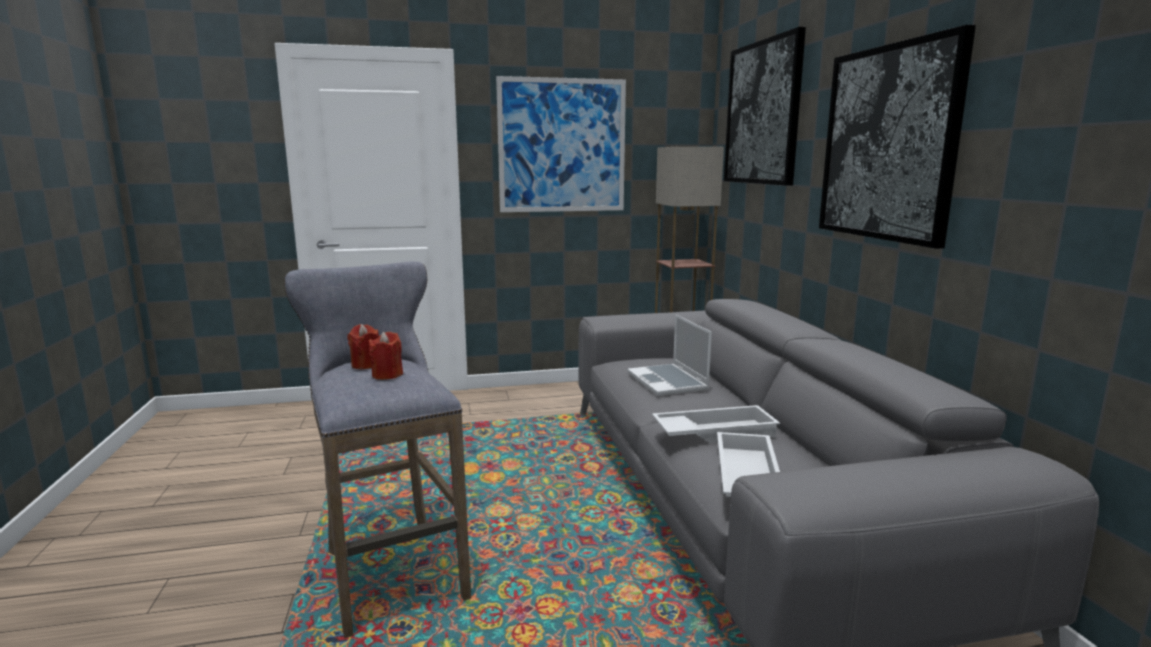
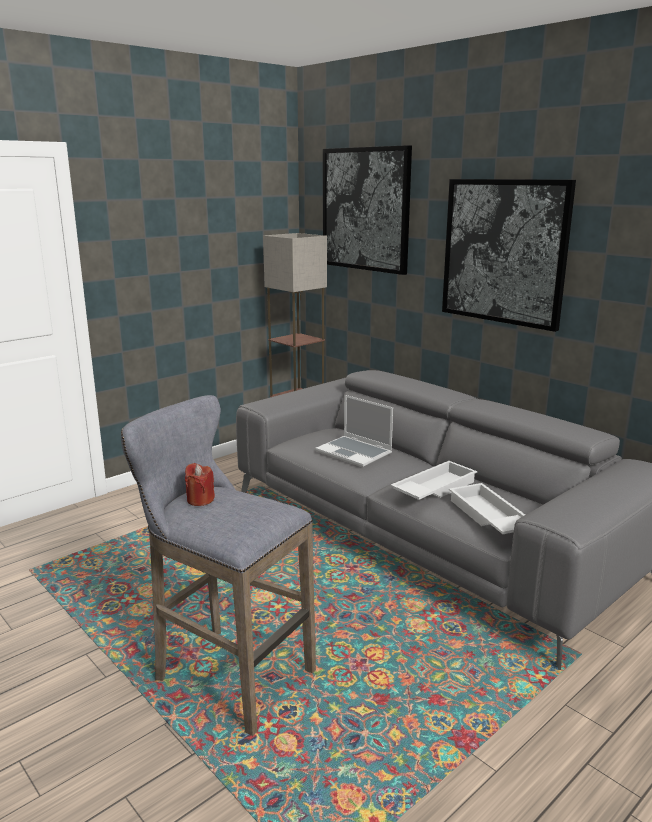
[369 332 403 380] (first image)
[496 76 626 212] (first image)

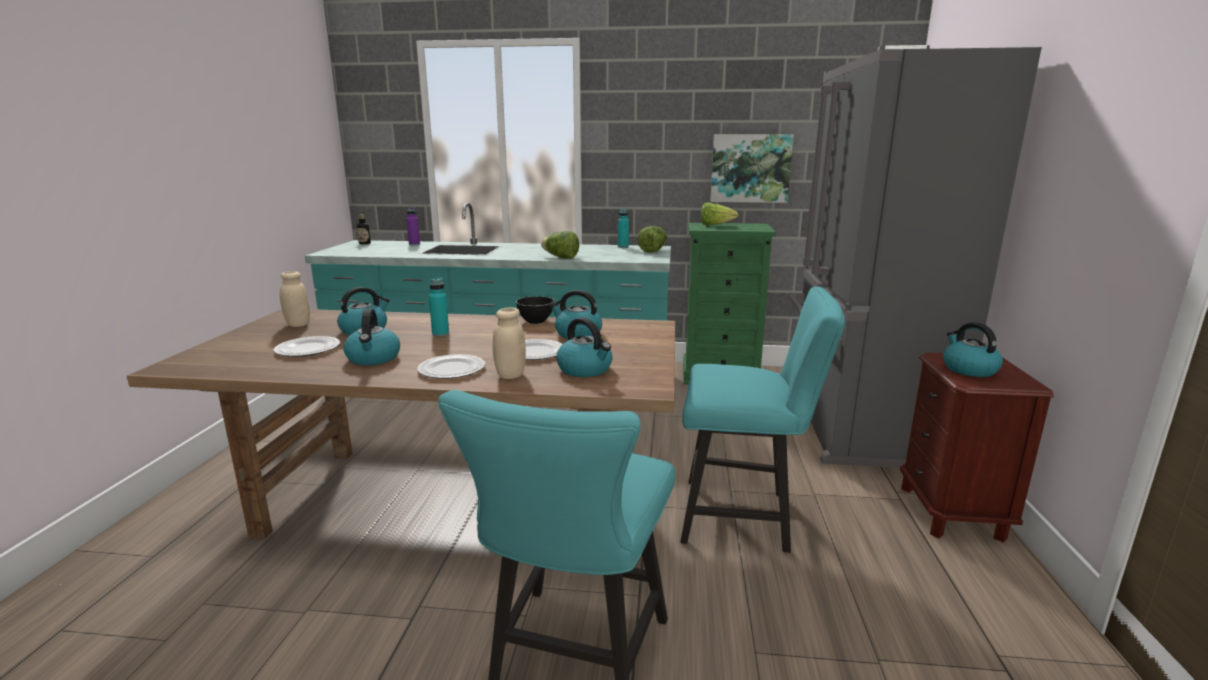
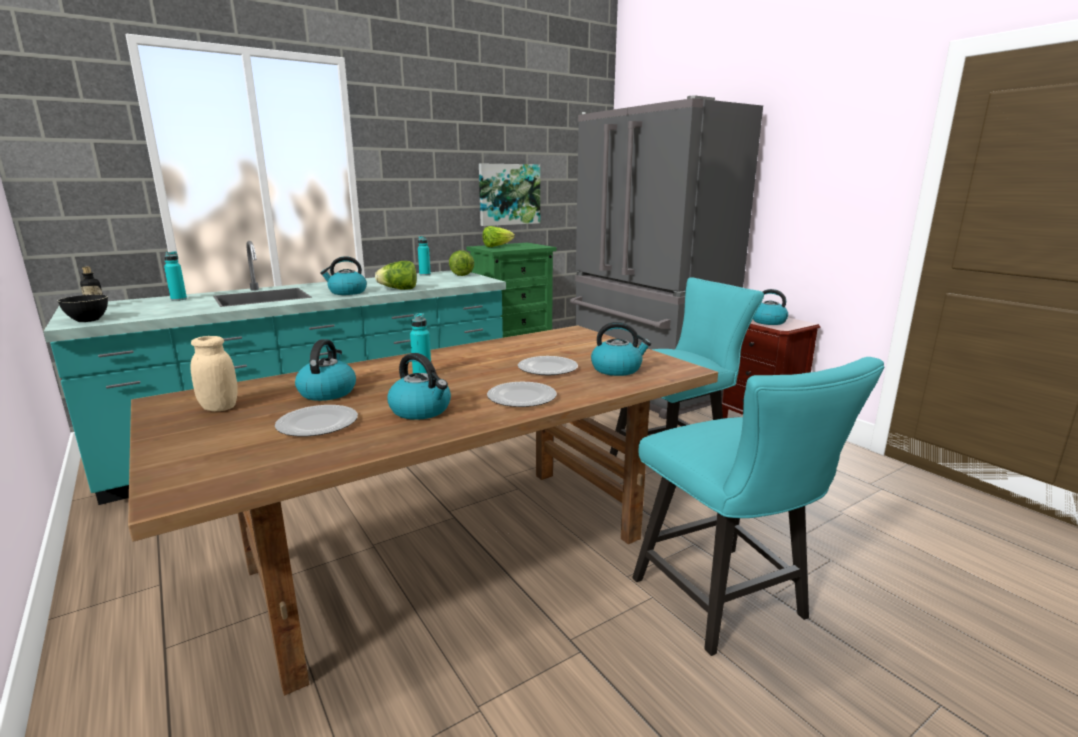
[493 307 526 379] (first image)
[58 295 108 322]
[320 256 367 295]
[164 251 187 301]

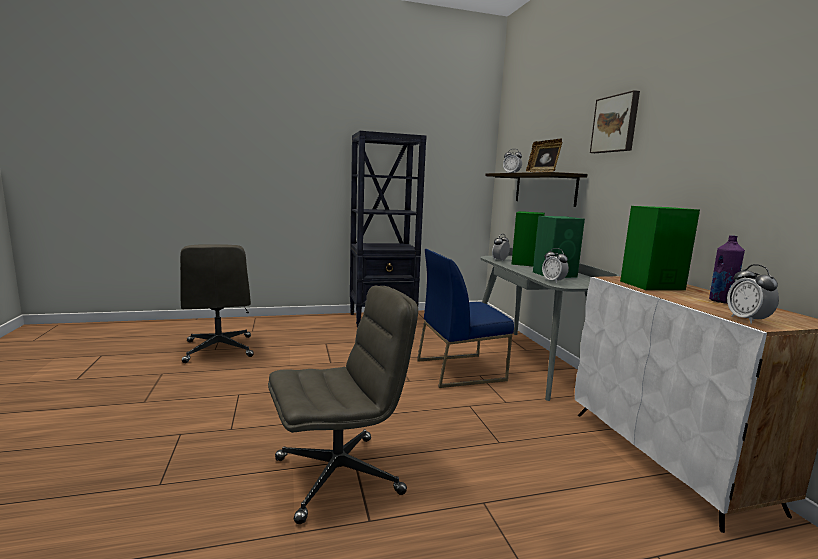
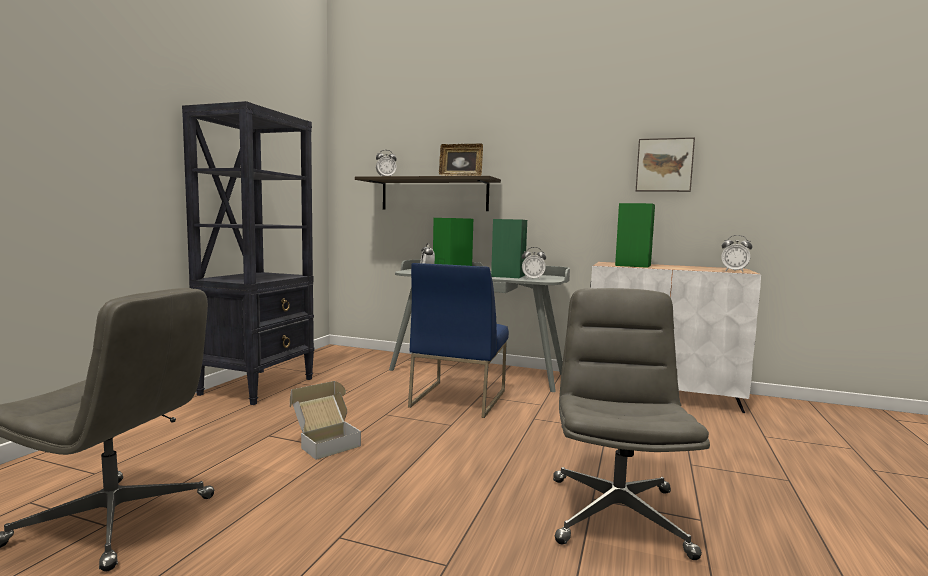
[709 235 745 304] (first image)
[290 381 361 460]
[636 137 695 192]

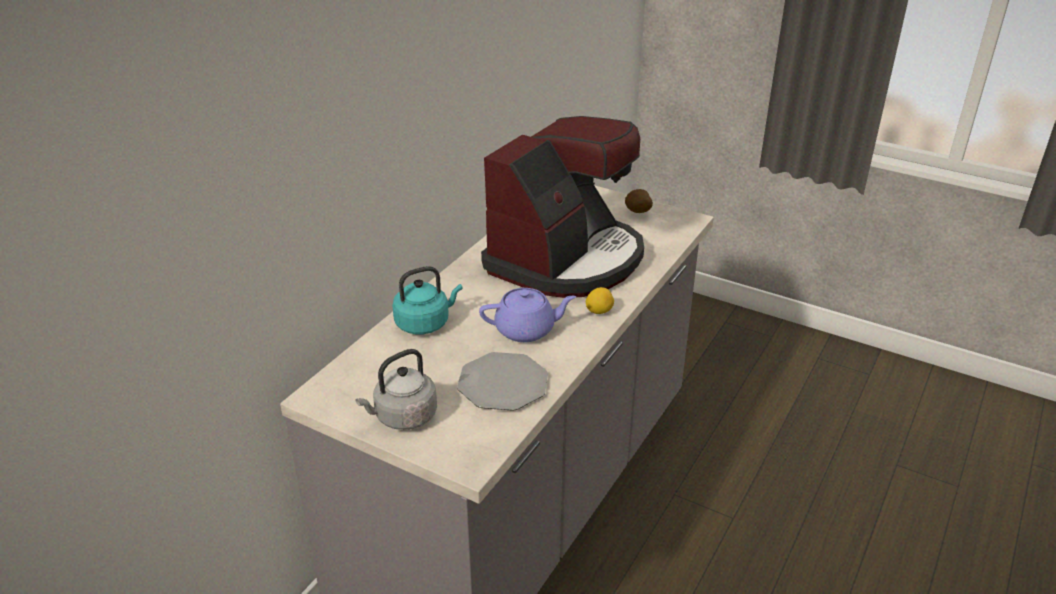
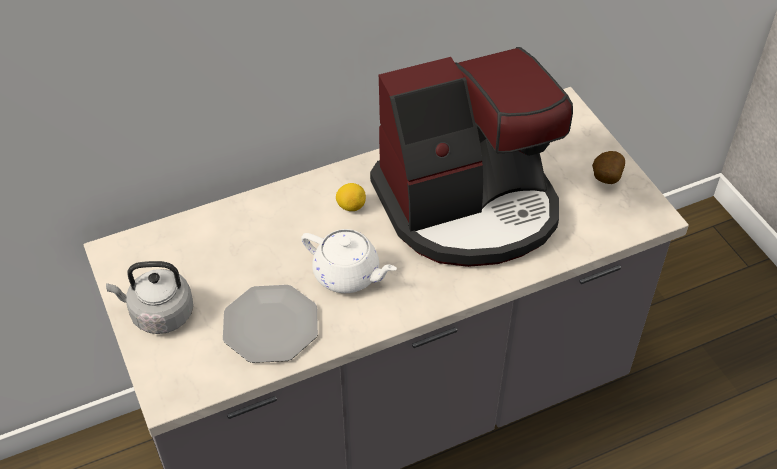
[392 266 462 335] (first image)
[336 183 366 211]
[301 229 397 293]

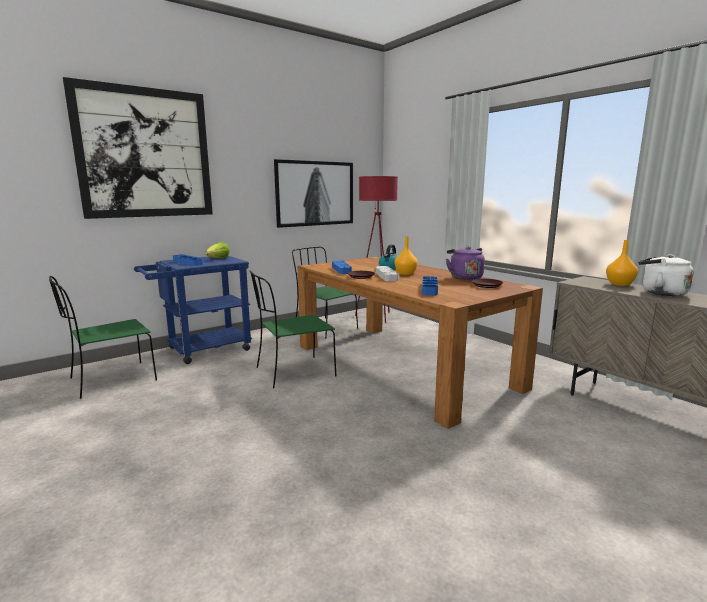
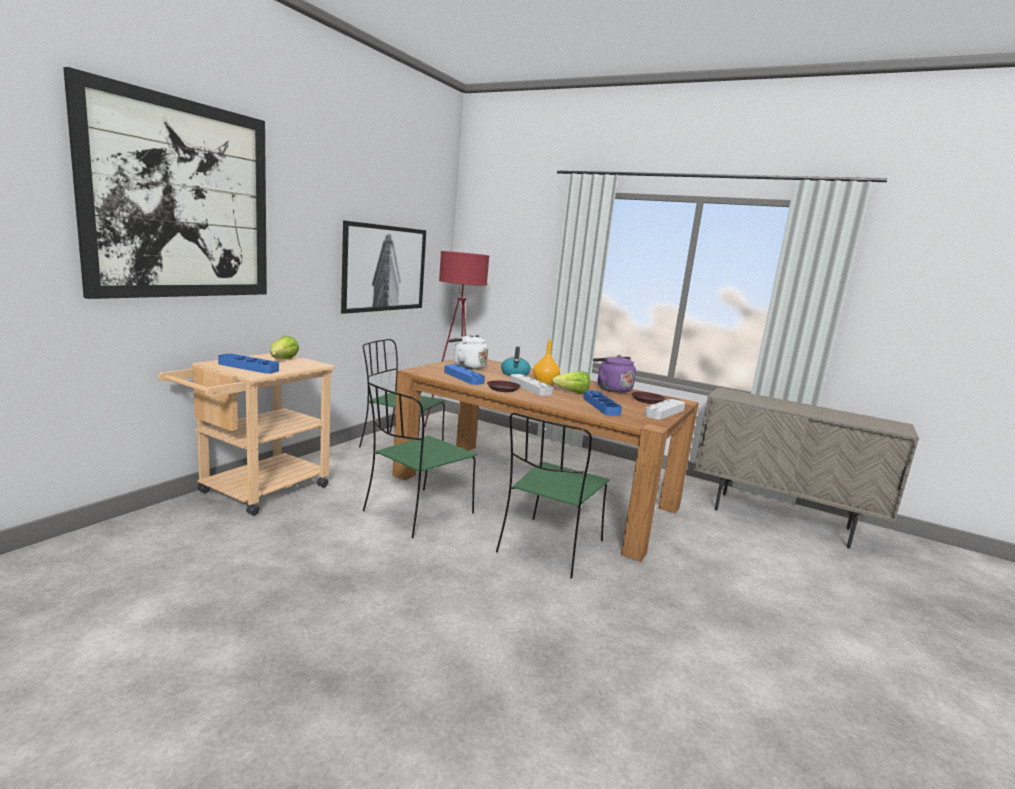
[606 240 638 286] (first image)
[552 371 590 394]
[644 399 685 420]
[496 413 610 578]
[448 334 488 370]
[158 353 336 516]

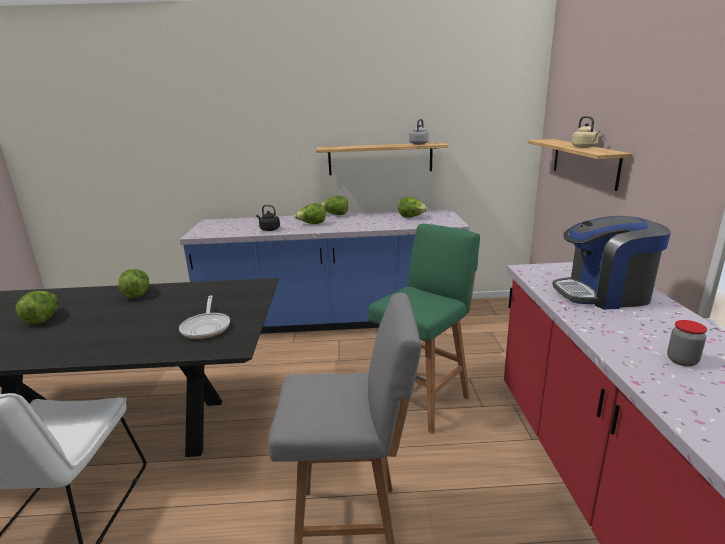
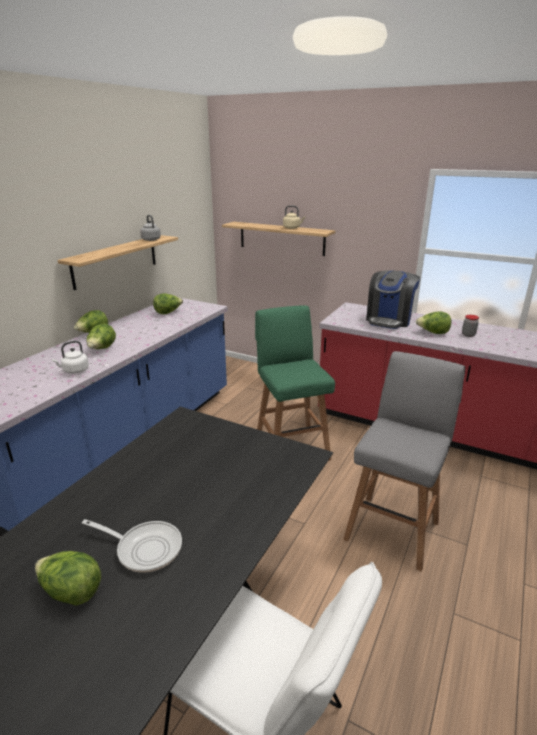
[416 311 451 334]
[82 519 182 573]
[52 341 89 374]

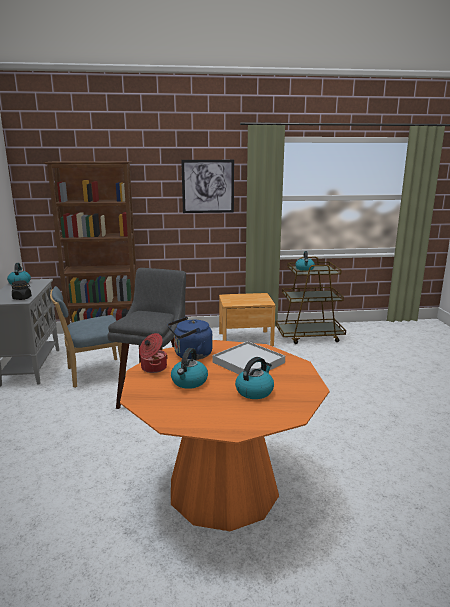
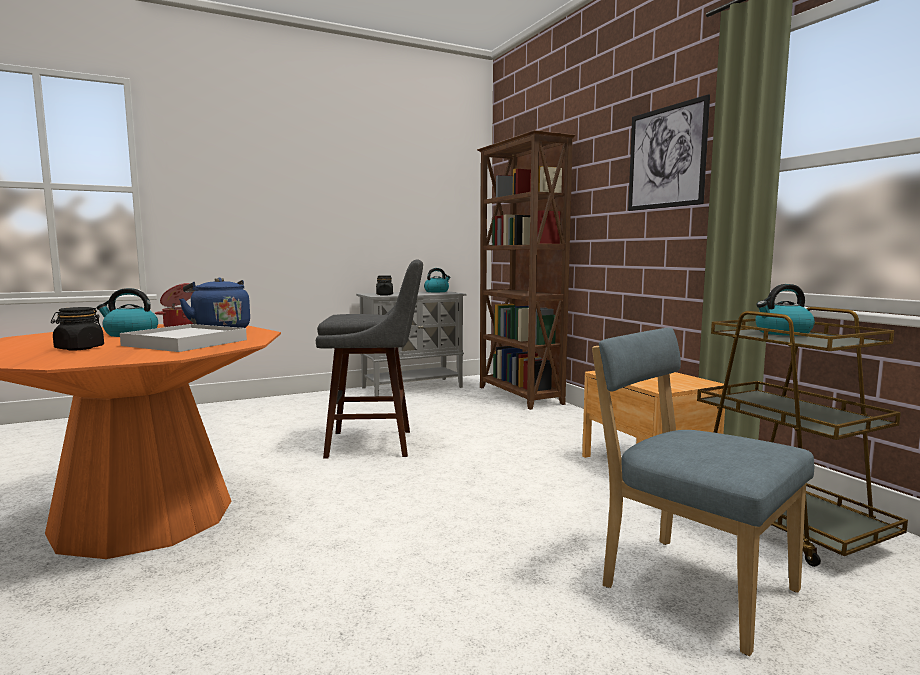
[592 327 814 656]
[51 307 104 351]

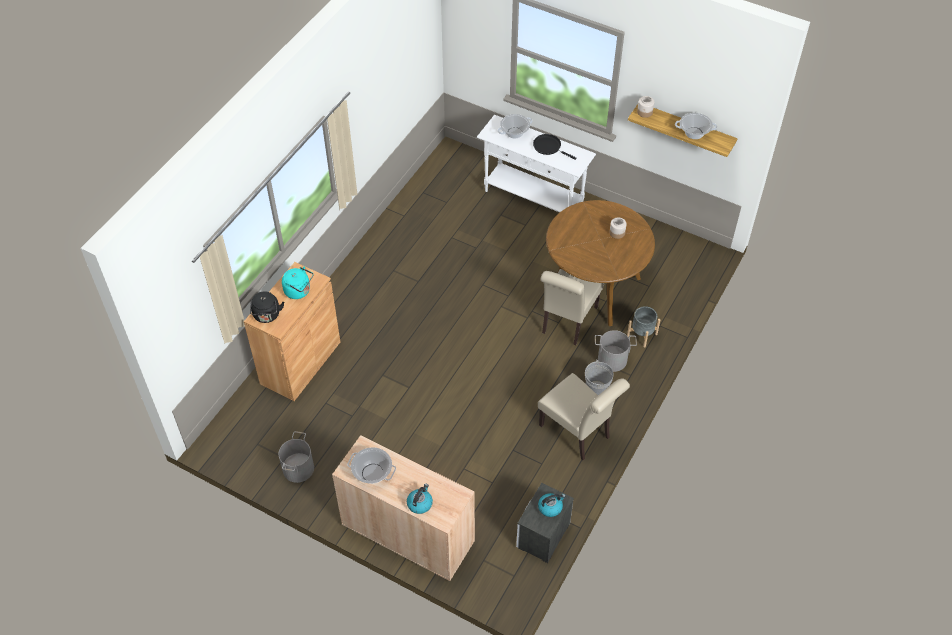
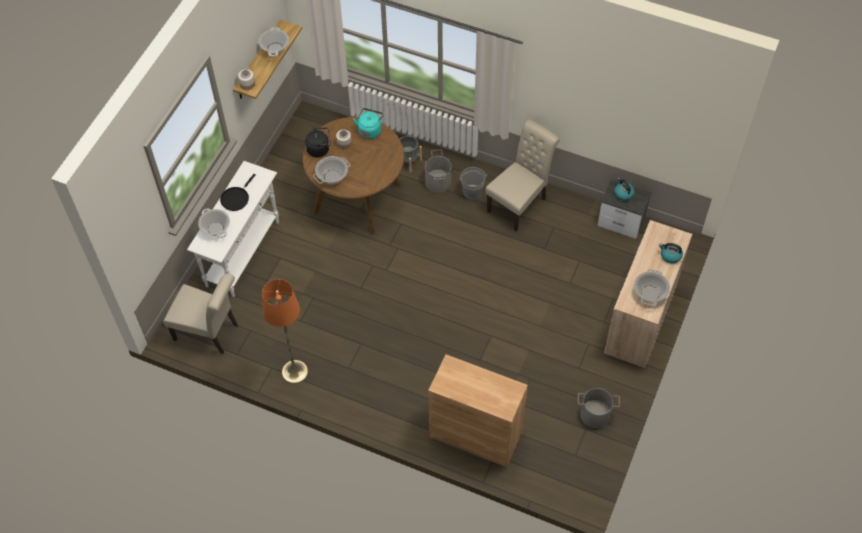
[262 279 308 384]
[313 156 350 184]
[305 127 331 157]
[353 108 383 139]
[163 273 238 354]

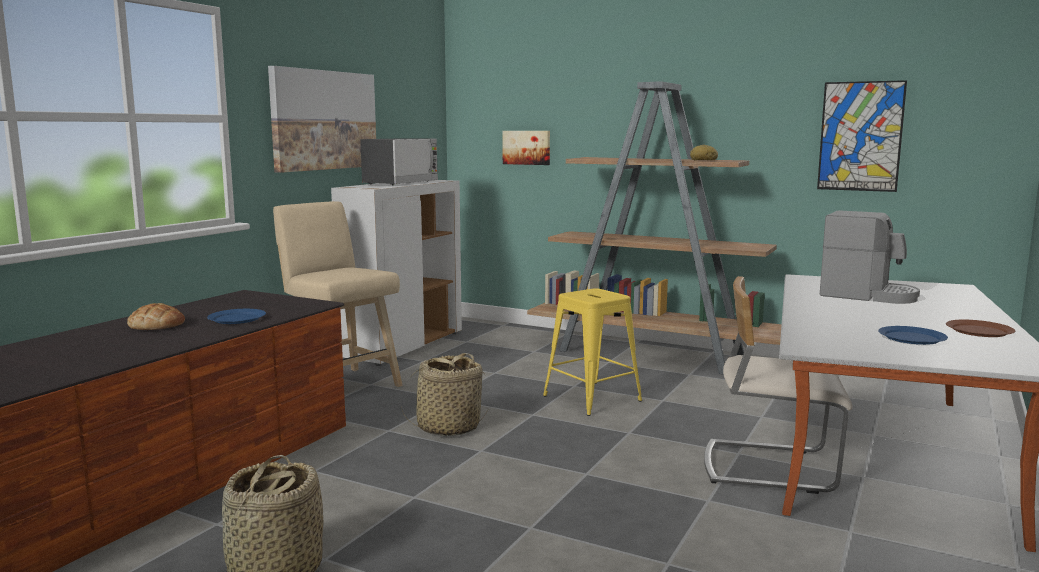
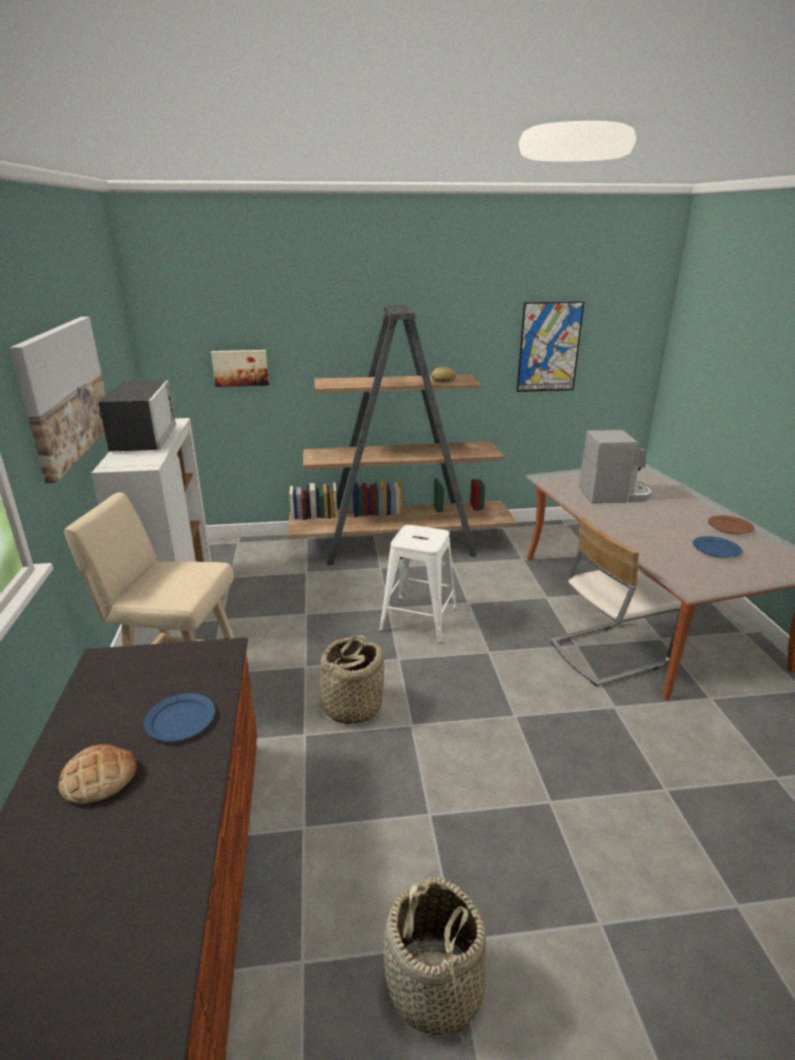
[379 525 457 643]

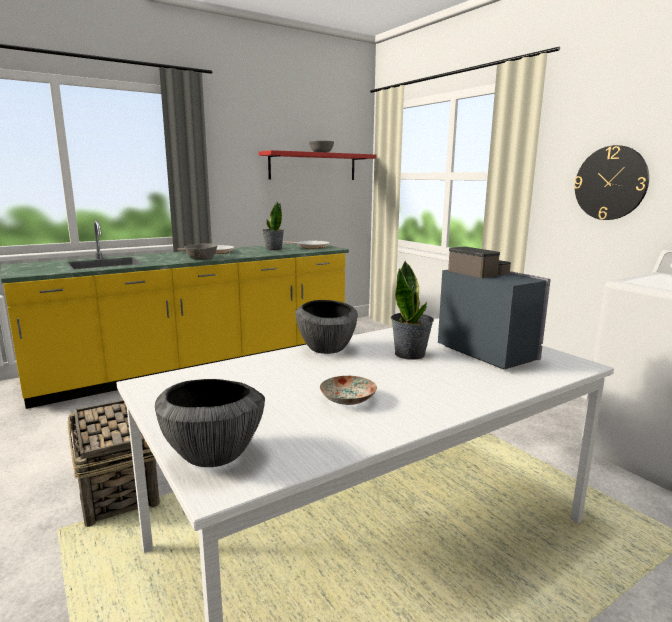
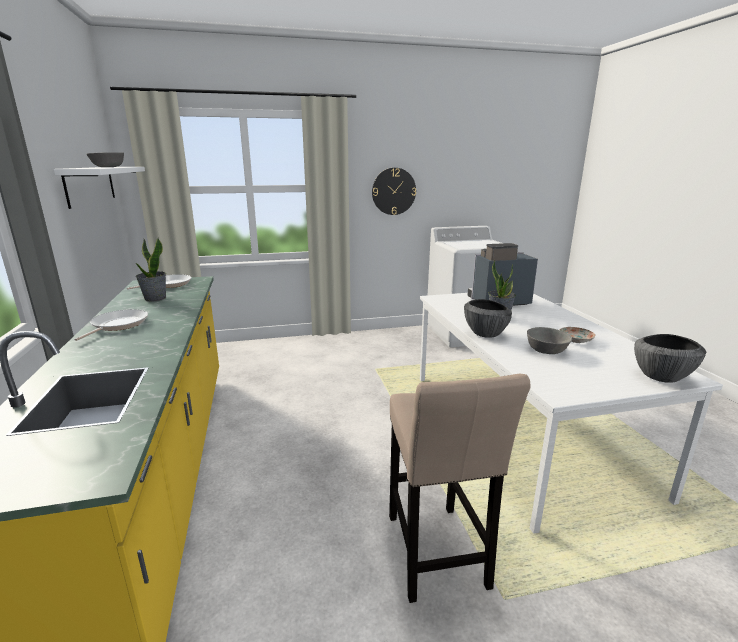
[527 327 572 354]
[389 374 531 603]
[54 167 145 209]

